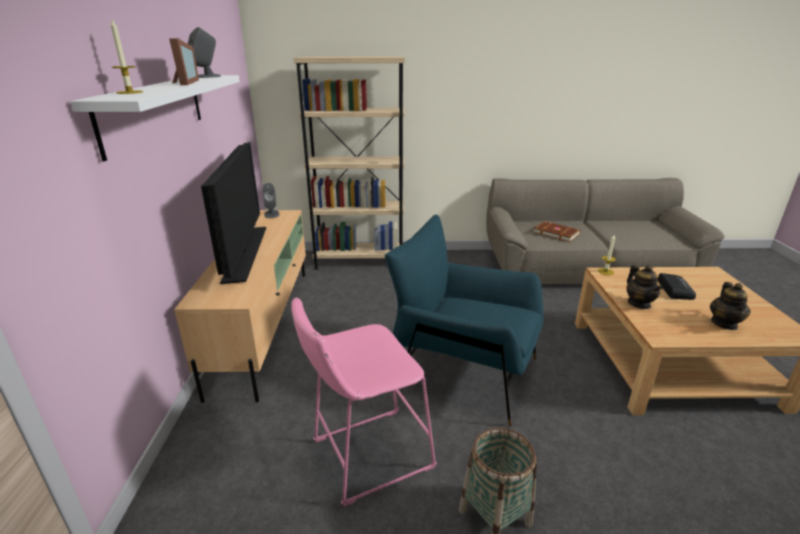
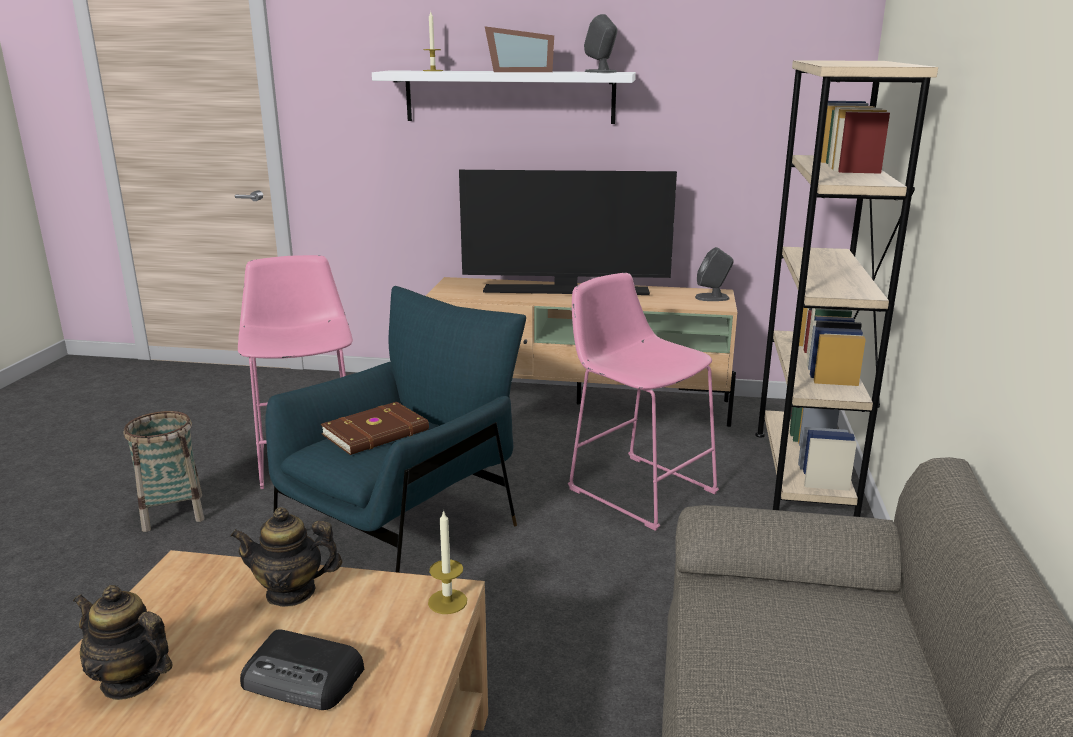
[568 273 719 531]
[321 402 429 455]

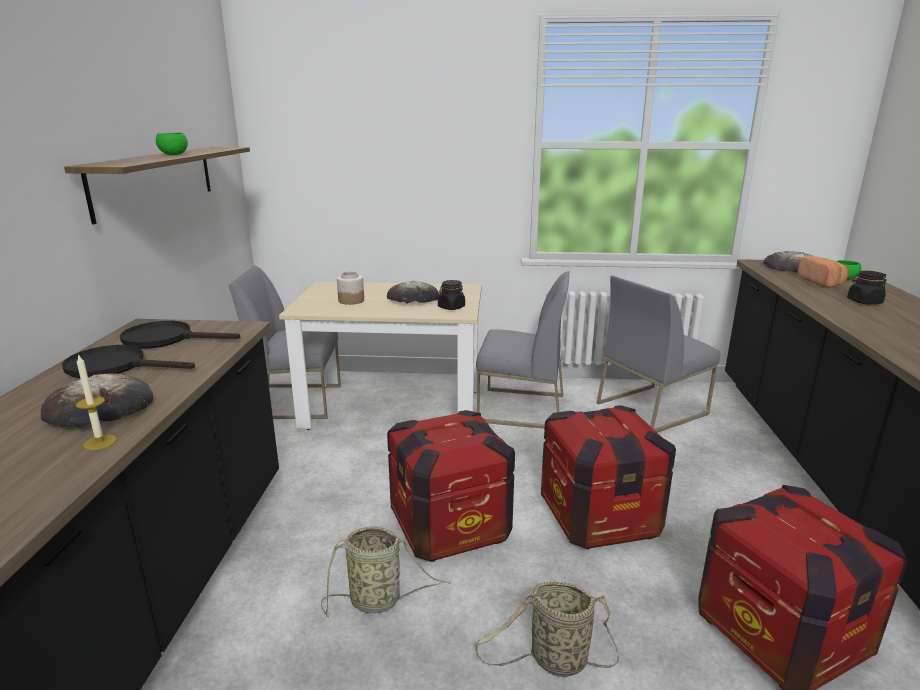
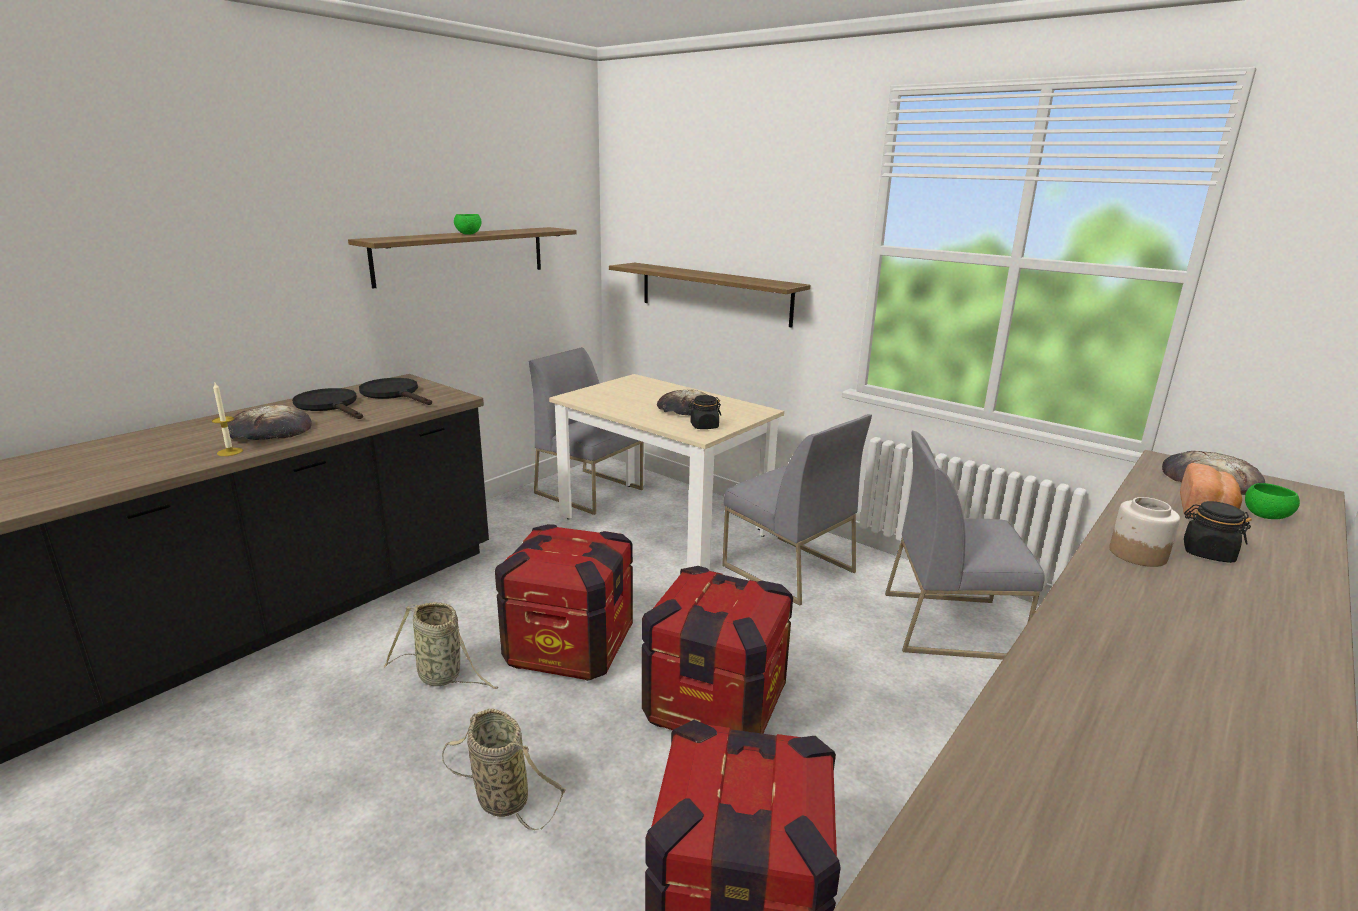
[609 263 810 328]
[1109 497 1180 567]

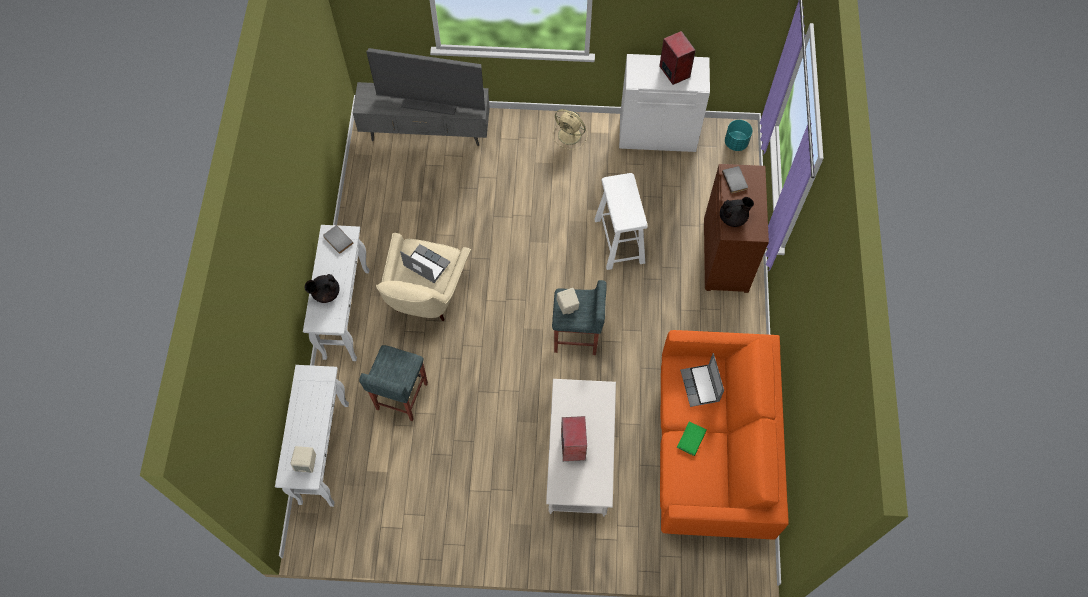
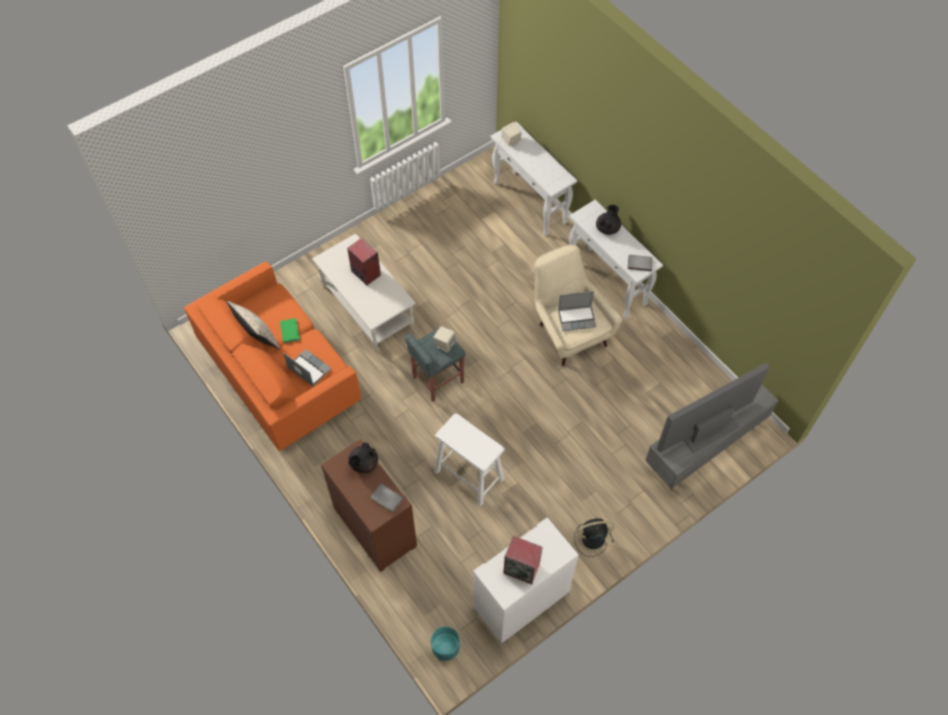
[359 345 428 421] (first image)
[226 301 280 349]
[574 519 614 557]

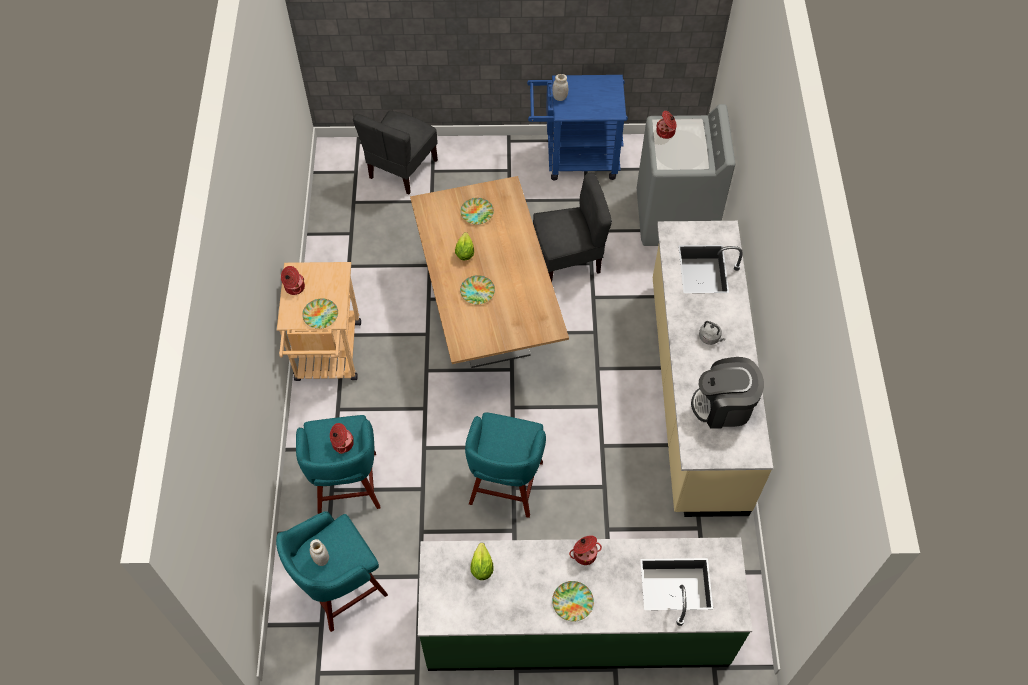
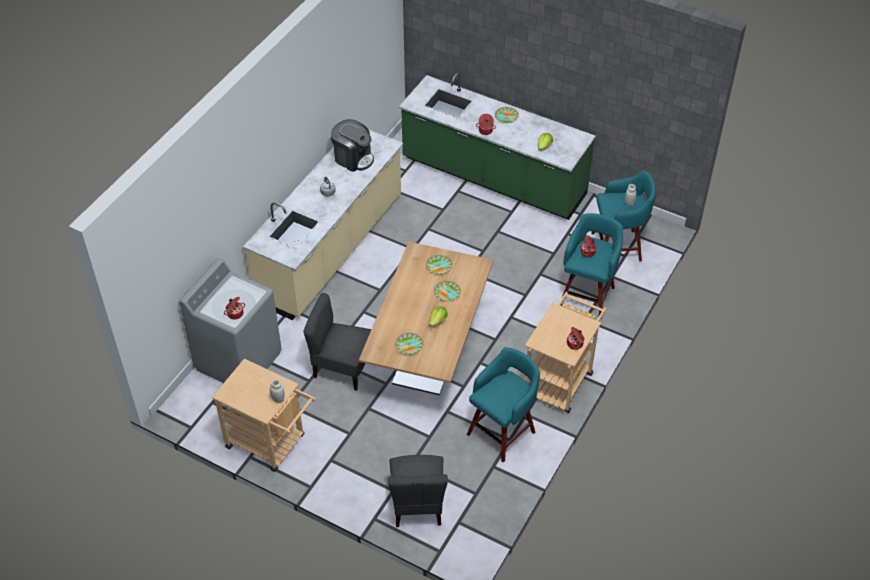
[426 255 452 275]
[467 347 540 462]
[212 359 316 472]
[388 455 448 527]

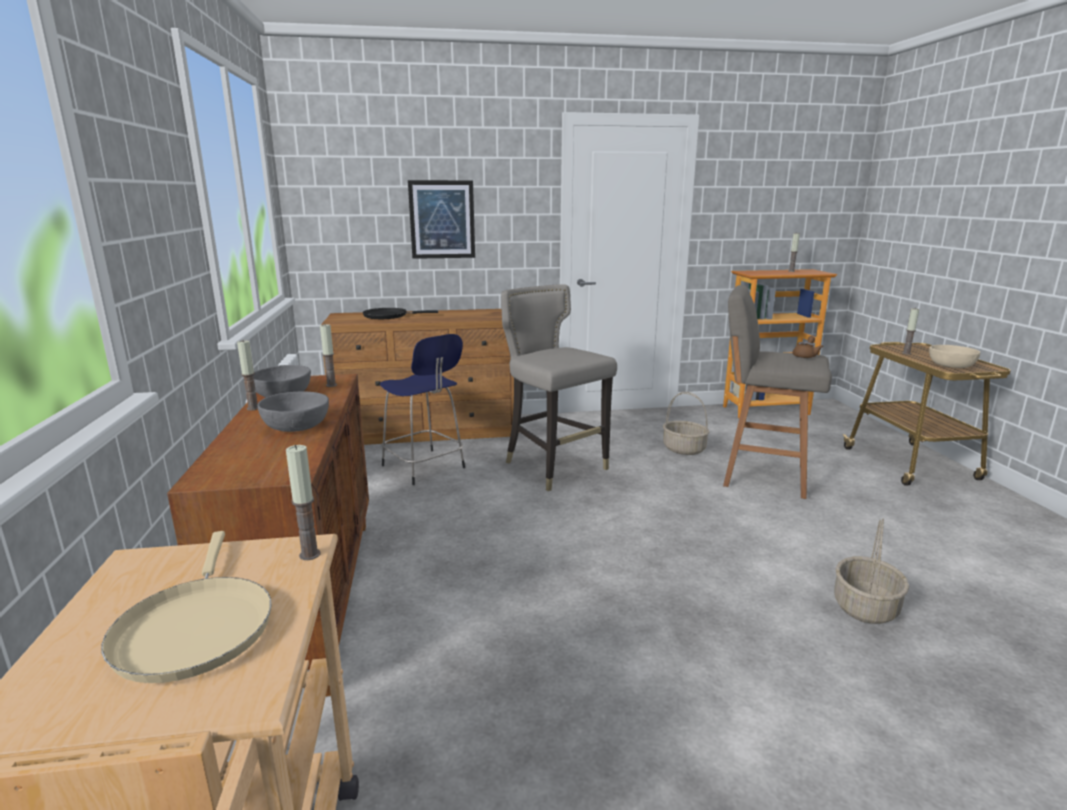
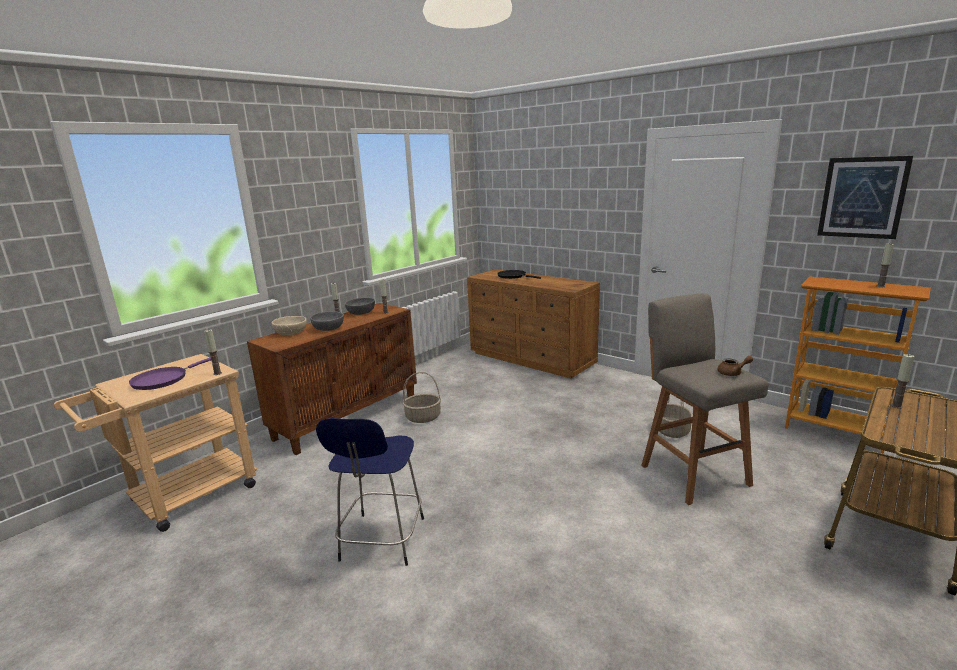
[501 284 617 491] (first image)
[316 418 424 566]
[817 156 913 239]
[403 372 441 423]
[272 316 307 335]
[129 357 211 390]

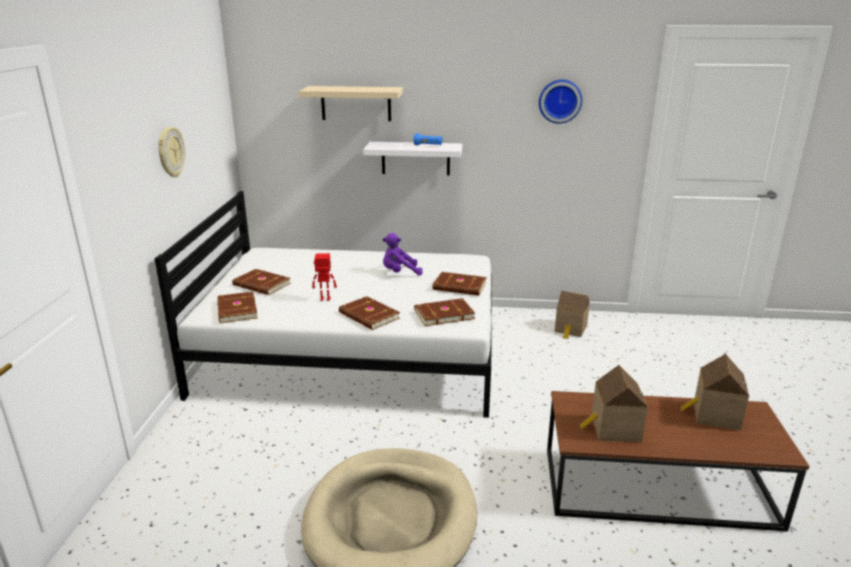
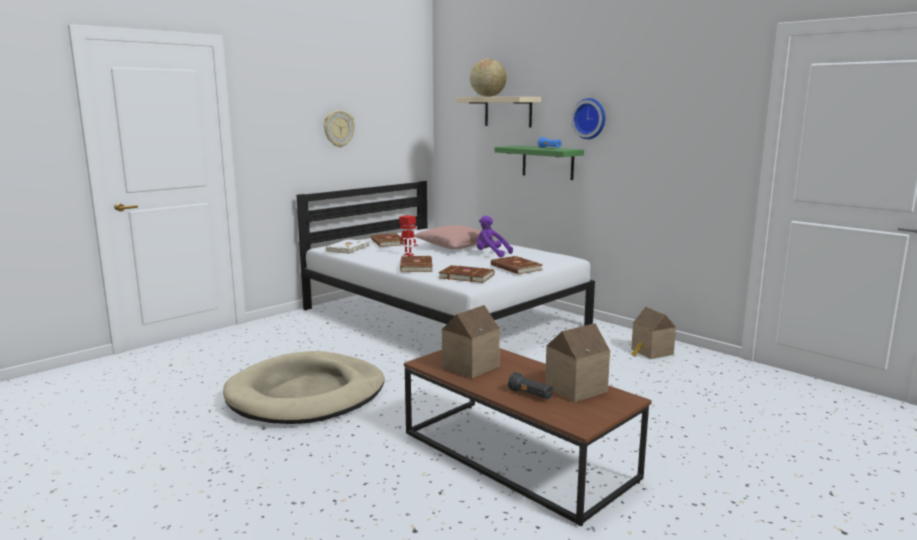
[414 225 495 249]
[470 59 506 97]
[508 372 553 400]
[571 98 606 139]
[325 239 370 254]
[495 146 584 180]

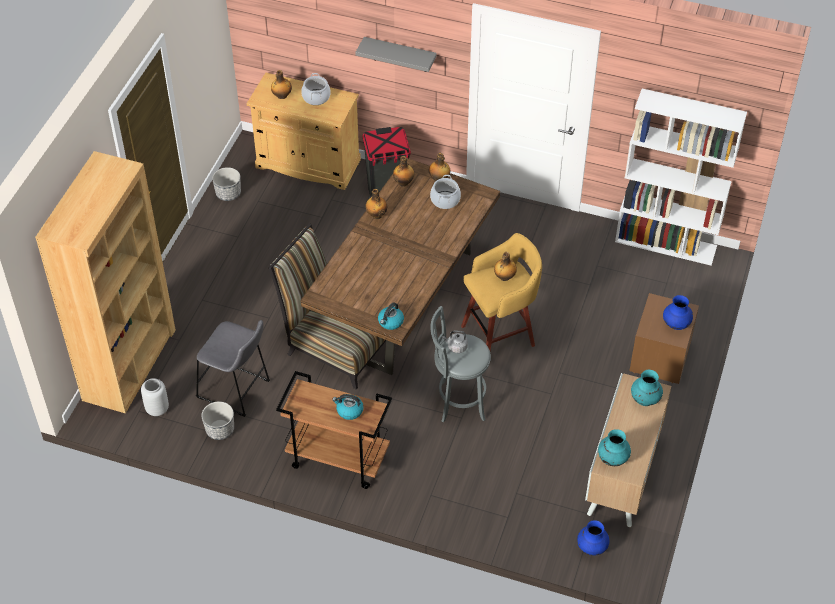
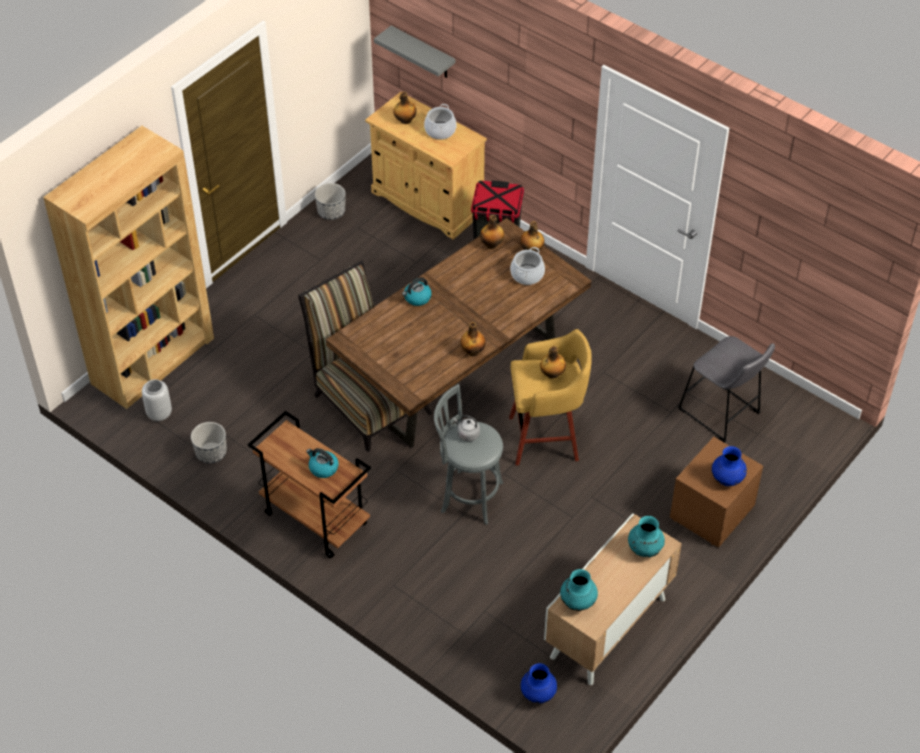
[615 89 747 266] (first image)
[678 336 775 442]
[374 26 456 78]
[460 322 486 356]
[402 277 432 306]

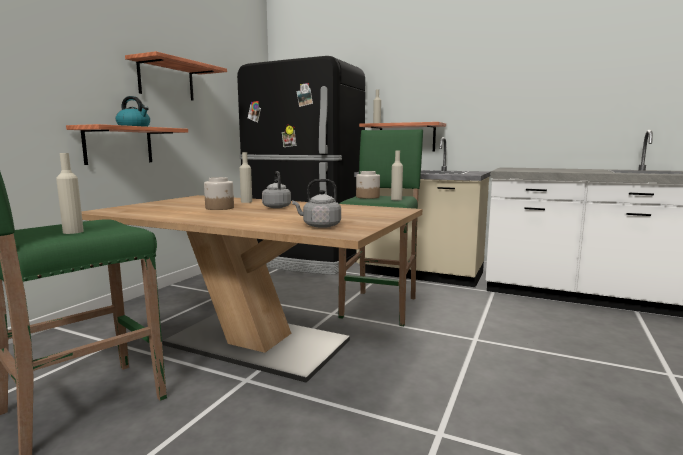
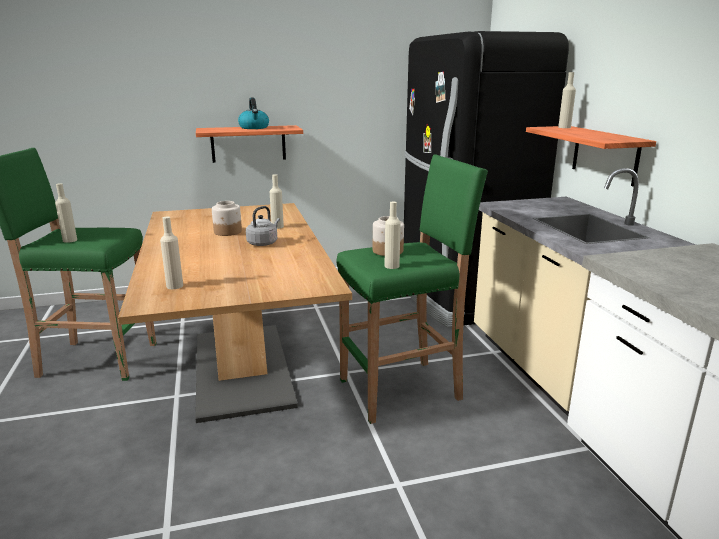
[125 51 227 101] (first image)
[160 217 183 289]

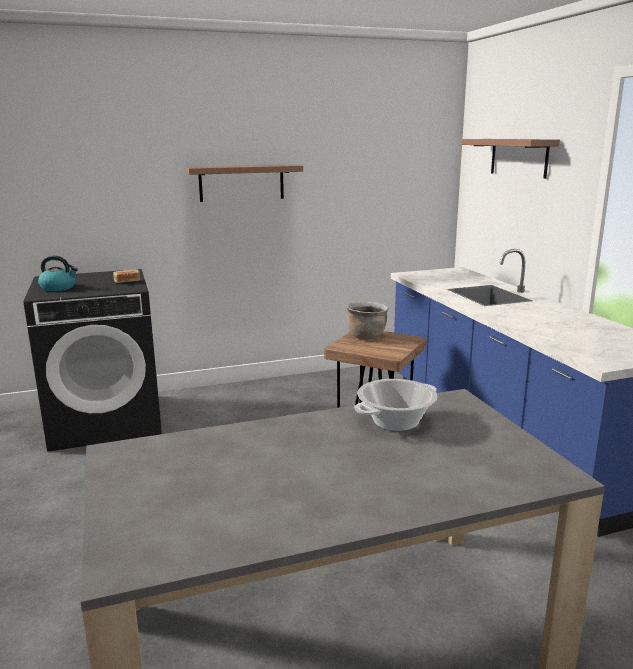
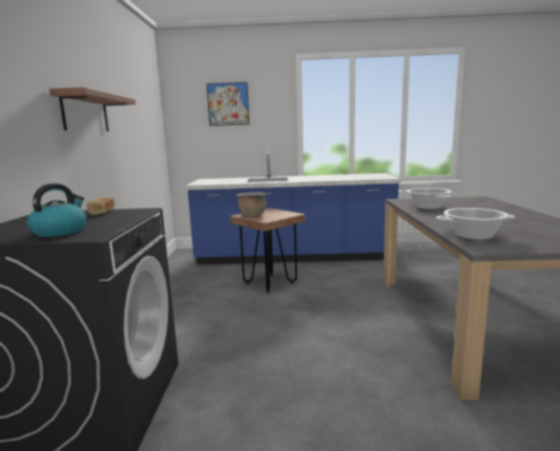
[436 208 515 240]
[207 82 250 126]

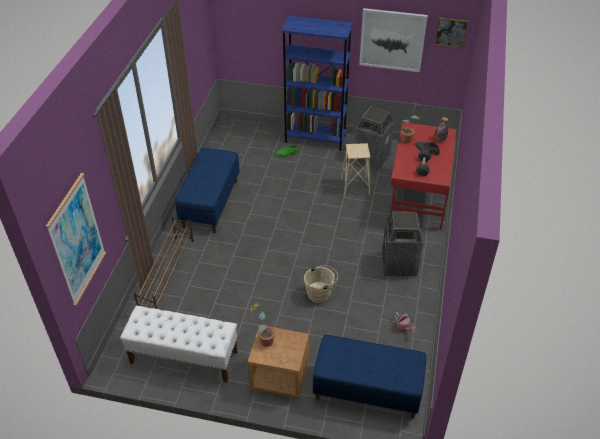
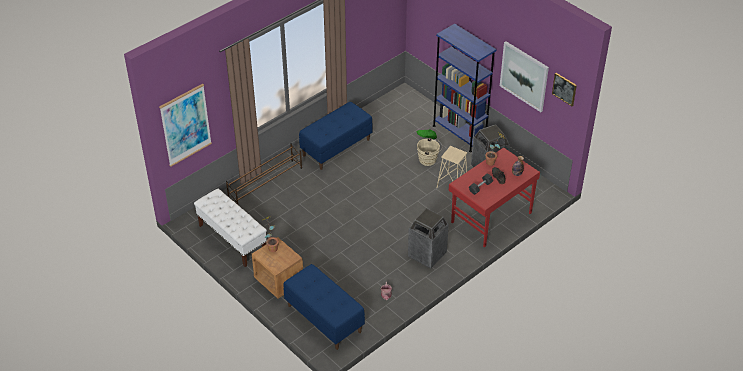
[417 138 442 166]

